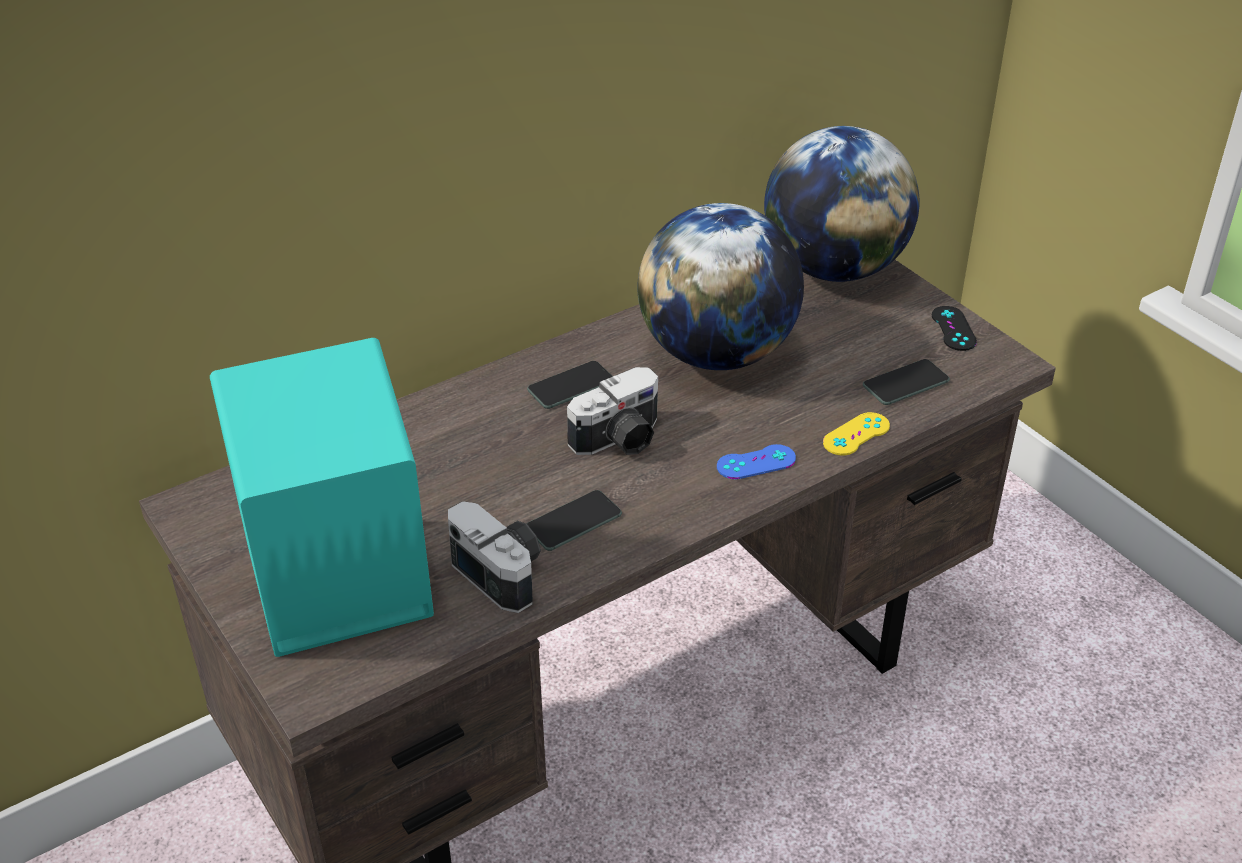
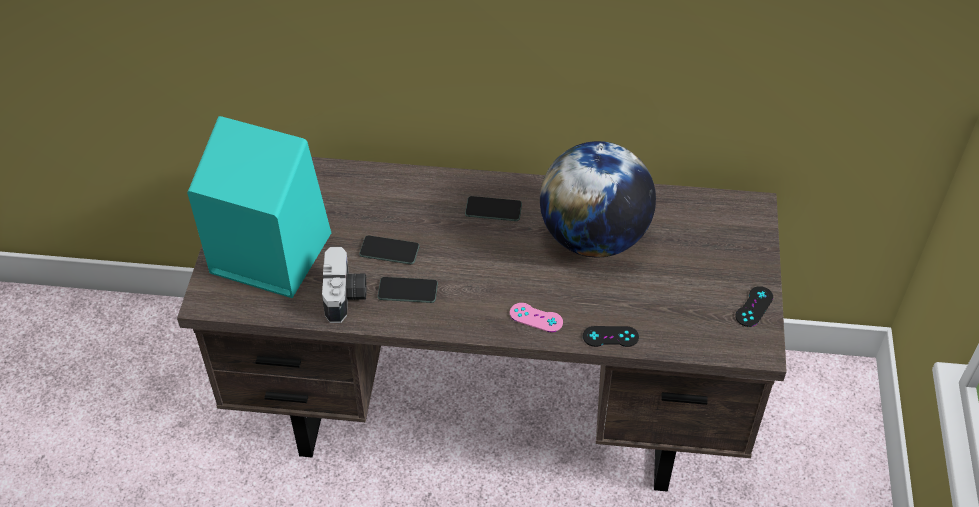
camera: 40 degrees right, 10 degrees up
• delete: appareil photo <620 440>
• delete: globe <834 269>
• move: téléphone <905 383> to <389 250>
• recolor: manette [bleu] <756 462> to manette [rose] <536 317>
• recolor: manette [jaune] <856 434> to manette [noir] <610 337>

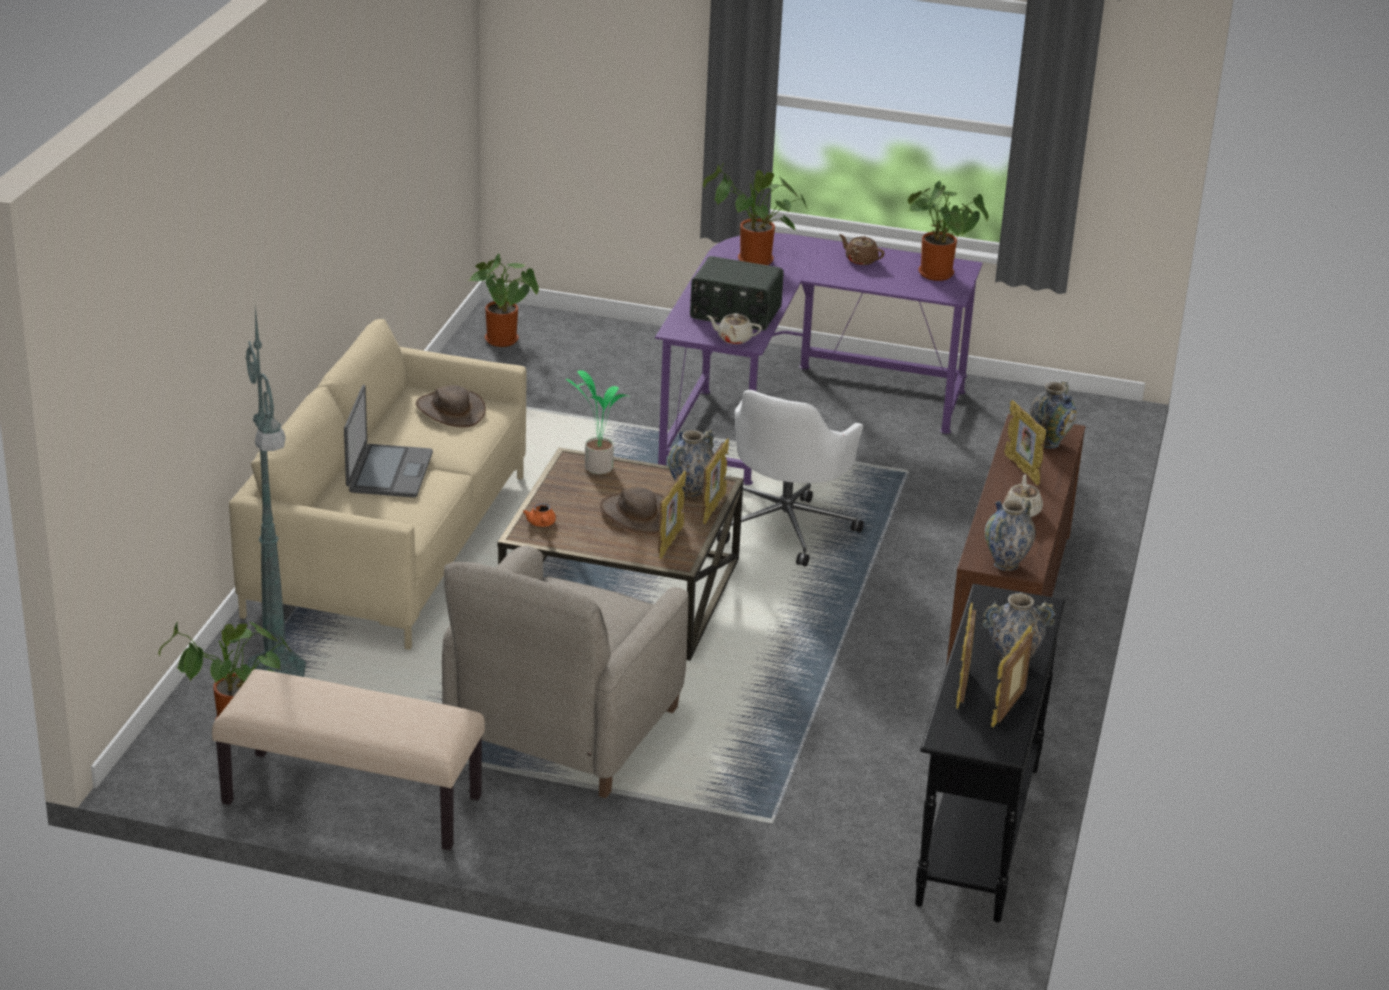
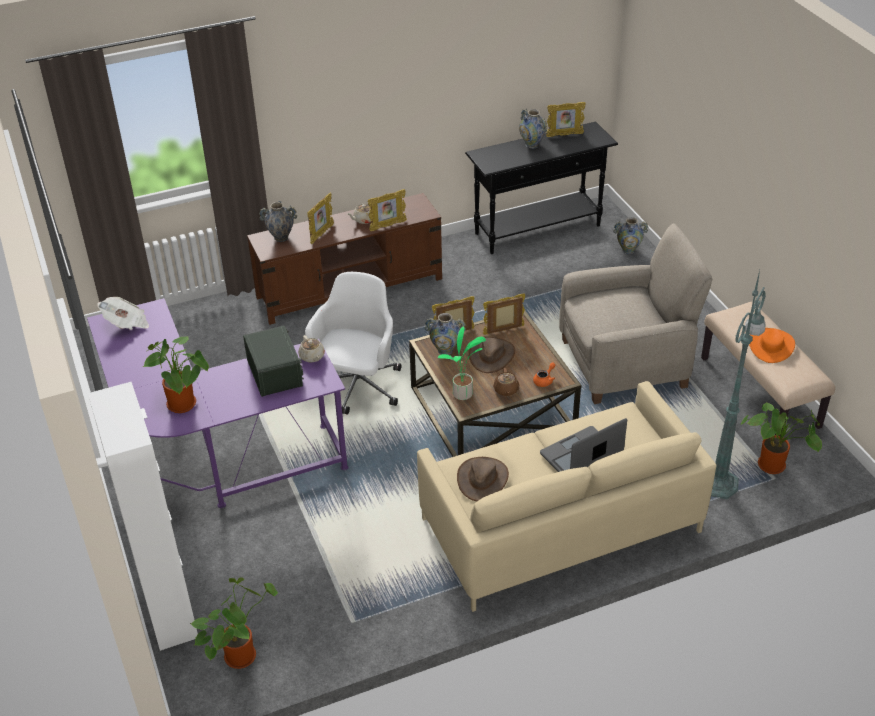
camera: 125 degrees left, 10 degrees up
• insert: meuble de rangement [blanc] <169 611>
• insert: chapeau [orange] <771 346>
• move: théière [marron] <860 260> to <506 390>
• move: cadre photo <962 687> to <387 226>
• move: vase <1006 564> to <628 250>
• replace: plante en pot <940 275> to journal <126 324>
• rotate: chaise de bureau [blanc] <787 527> = <357 388> 60 degrees counterclockwise

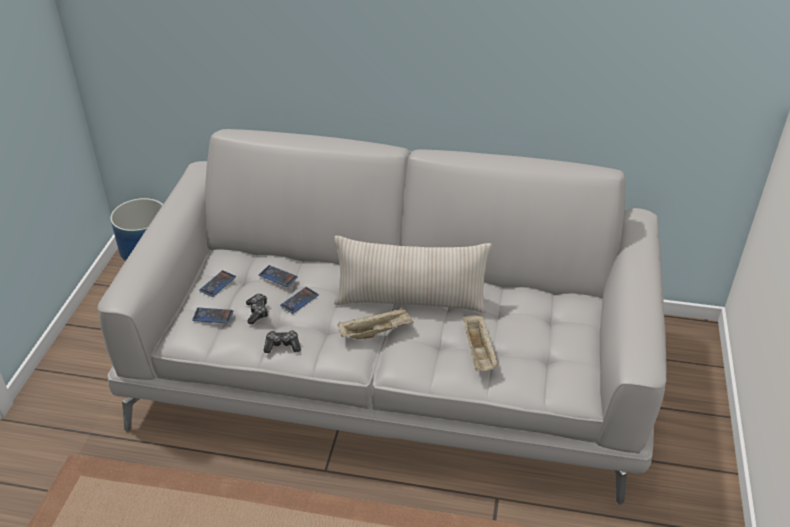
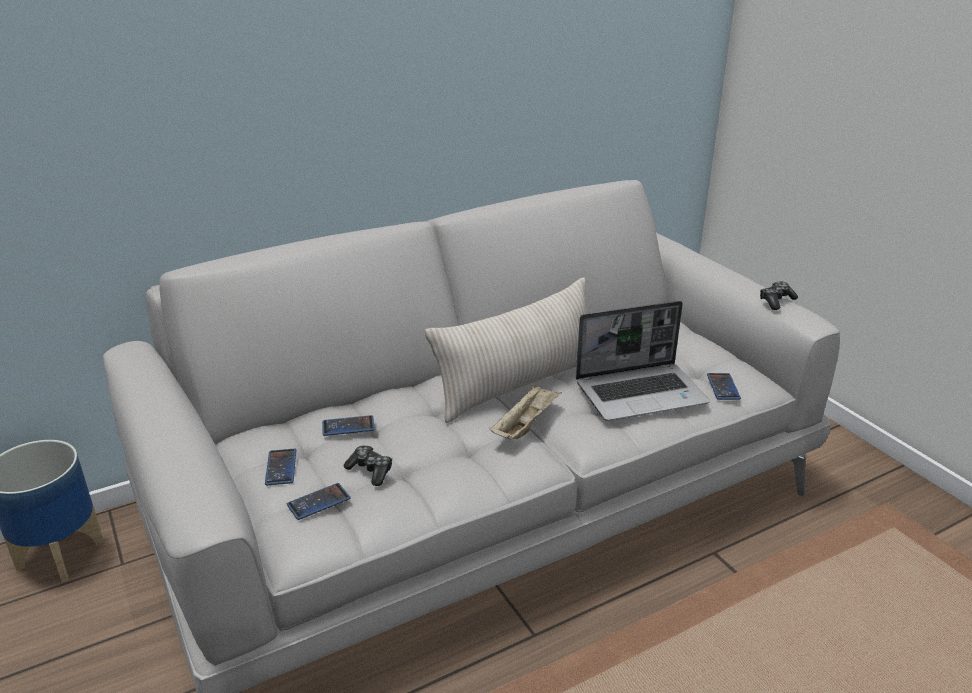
camera: 40 degrees left, 10 degrees down
• move: manette <282 346> to <776 301>
• move: téléphone <299 300> to <723 387>
• replace: plateau [beige] <479 352> to ordinateur portable <641 393>

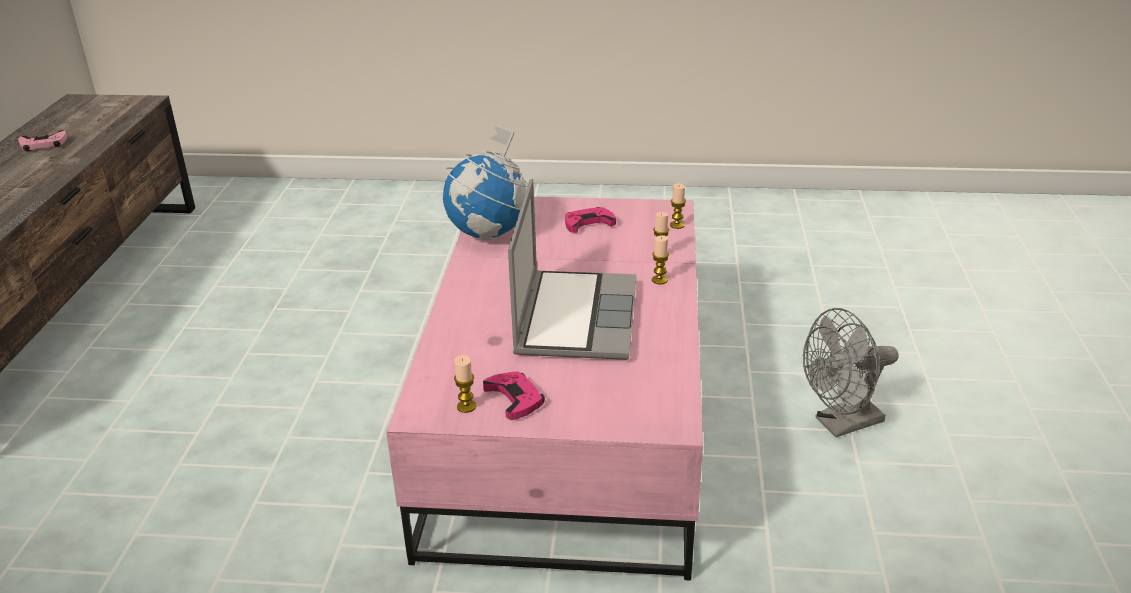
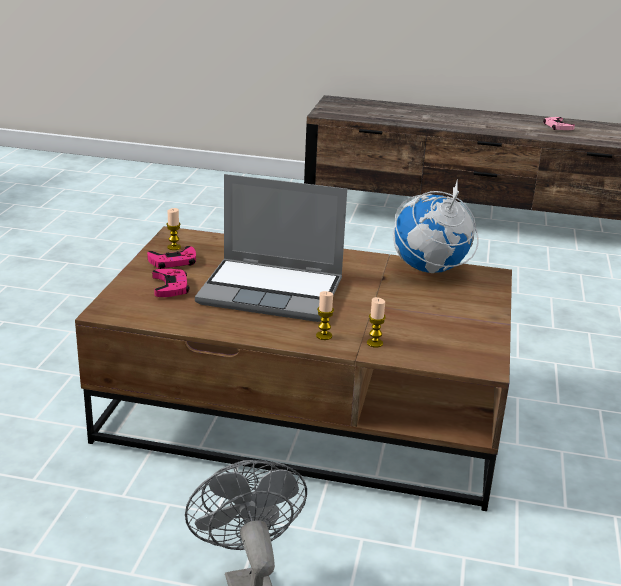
camera: 95 degrees right, 5 degrees down
• delete: bougie <677 225>
• move: manette [rose] <588 223> to <170 287>
• recolor: table basse [rose] <567 417> to table basse [marron] <308 410>

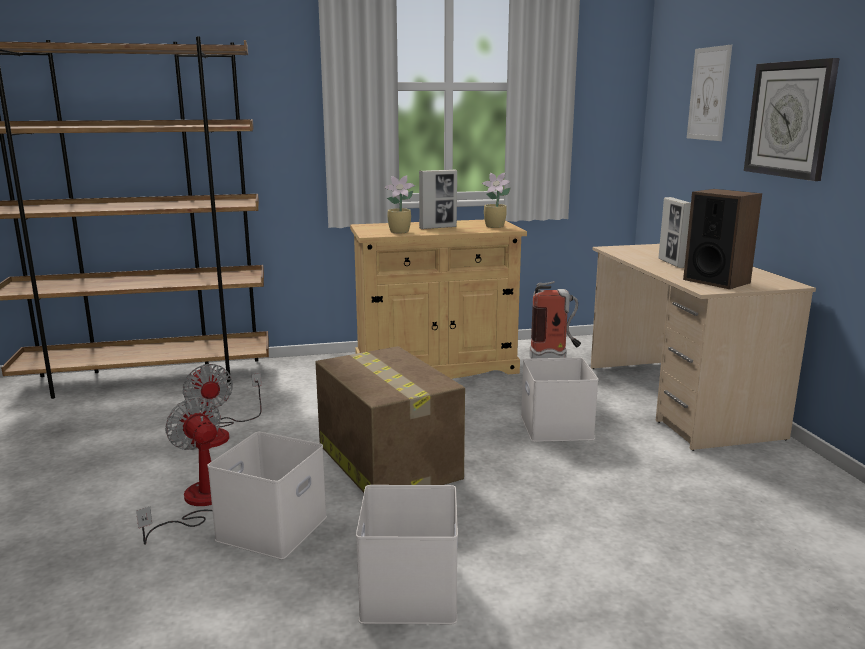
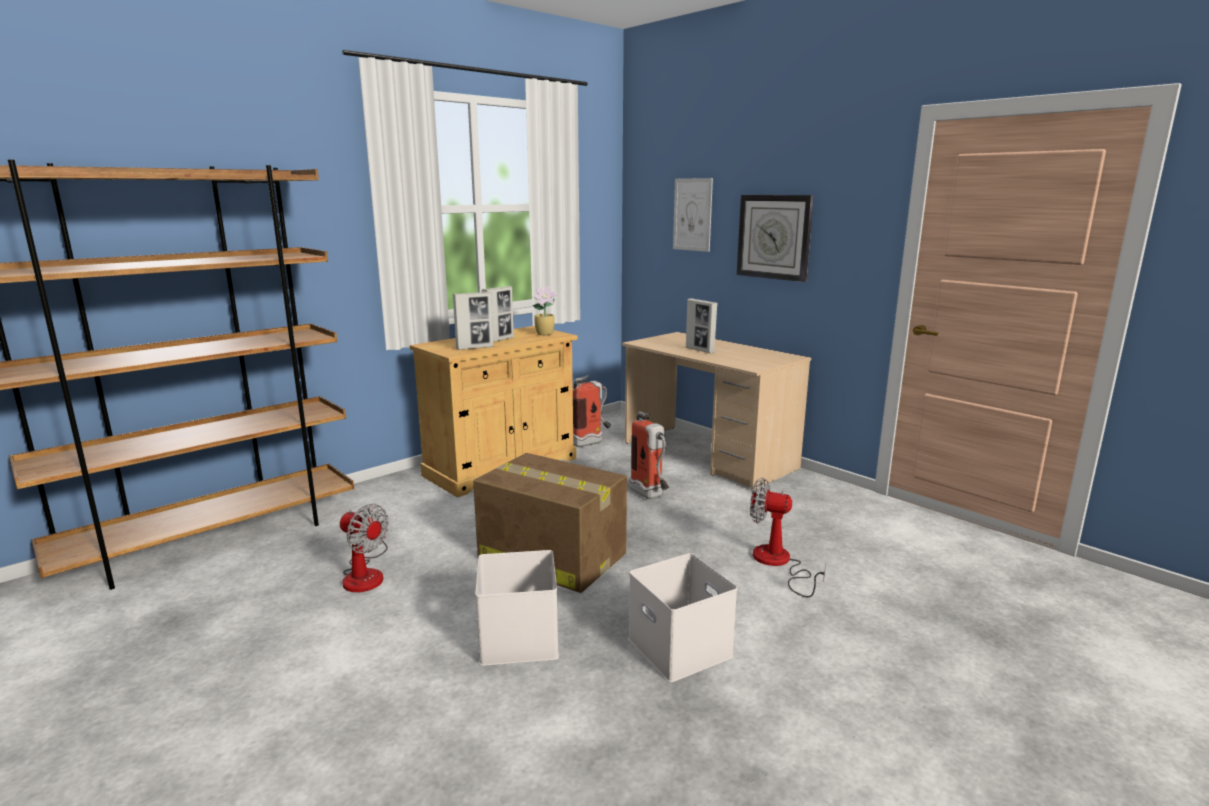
camera: 30 degrees left, 0 degrees up
• delete: enceinte <716 281>
• move: ventilateur <197 503> to <778 563>
• replace: plante en pot <400 232> to cadre photo <475 348>
• replace: boîte de rangement [blanc] <558 427> to extincteur <650 496>

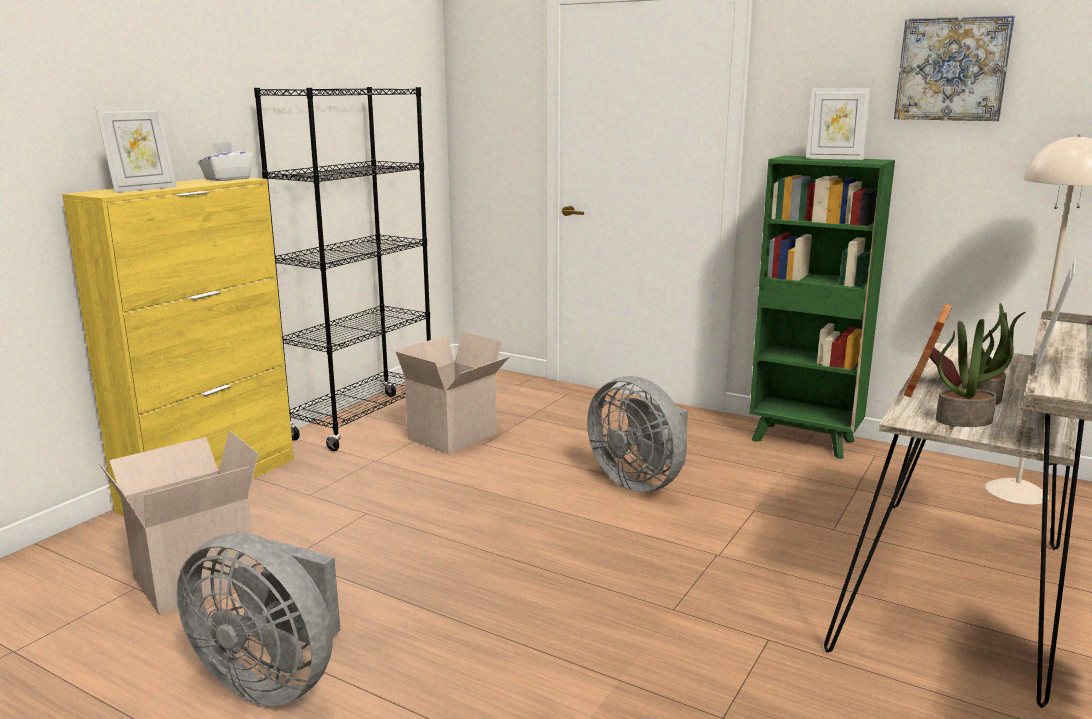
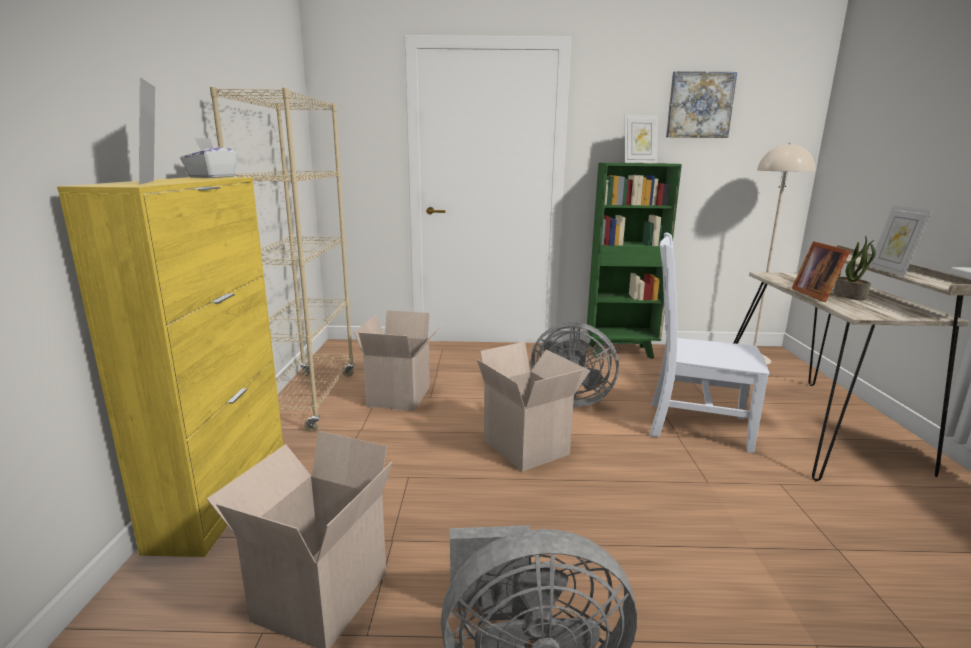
camera: 30 degrees left, 0 degrees up
• delete: plante en pot <964 420>
• insert: carton <528 447>
• insert: chaise [blanc] <693 425>
• recolor: bibliothèque [noir] <364 421> to bibliothèque [beige] <310 400>
• rotate: cadre photo <143 189> = <155 182> 150 degrees clockwise

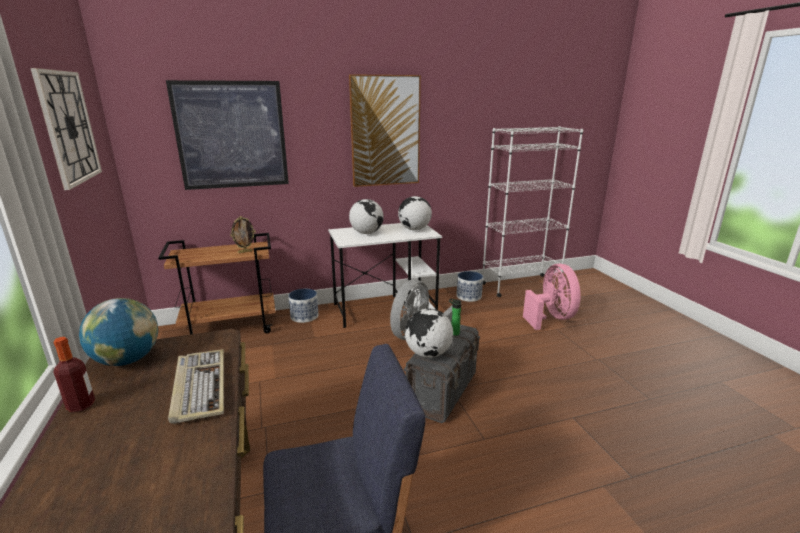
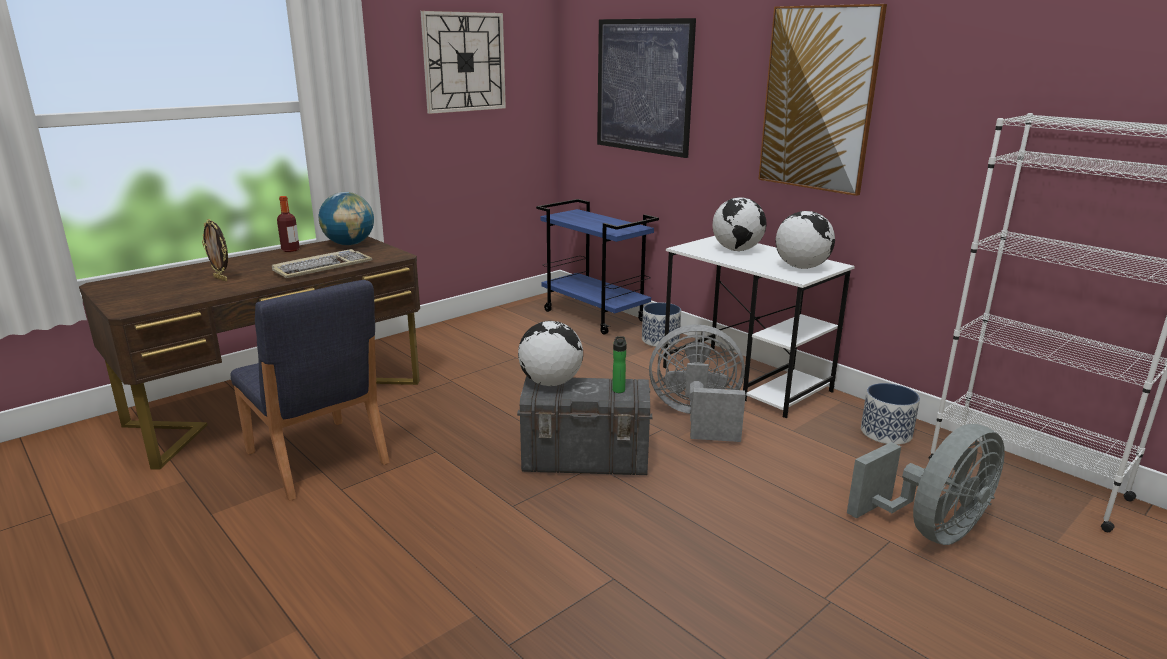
camera: 65 degrees right, 0 degrees up
• move: cadre photo <245 252> to <221 279>
• recolor: chariot [marron] <231 327> to chariot [bleu] <595 316>
• recolor: ventilateur [rose] <551 318> to ventilateur [gris] <930 530>

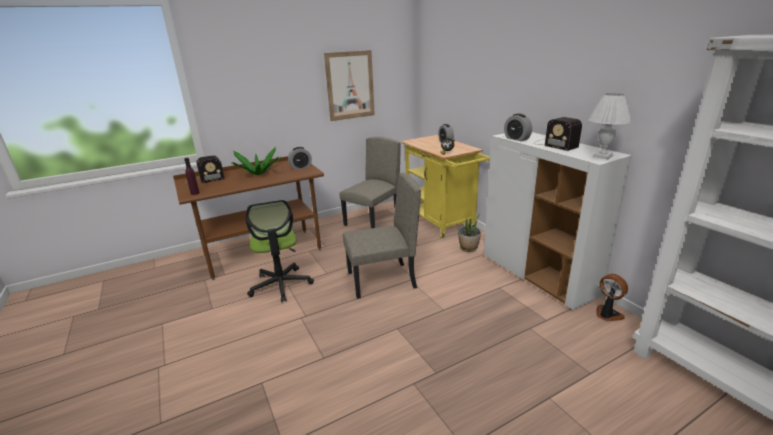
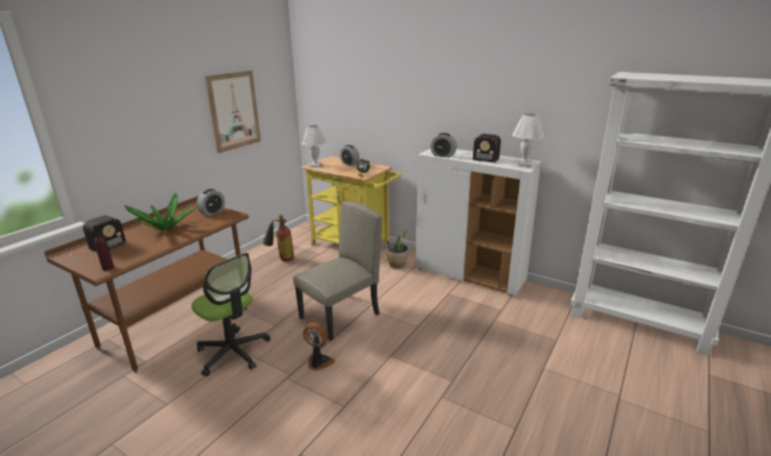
camera: 30 degrees left, 0 degrees up
• insert: lampe de table [blanc] <316 165>
• move: ventilateur <607 315> to <319 362>
• replace: chaise [beige] <372 221> to extincteur <281 259>

